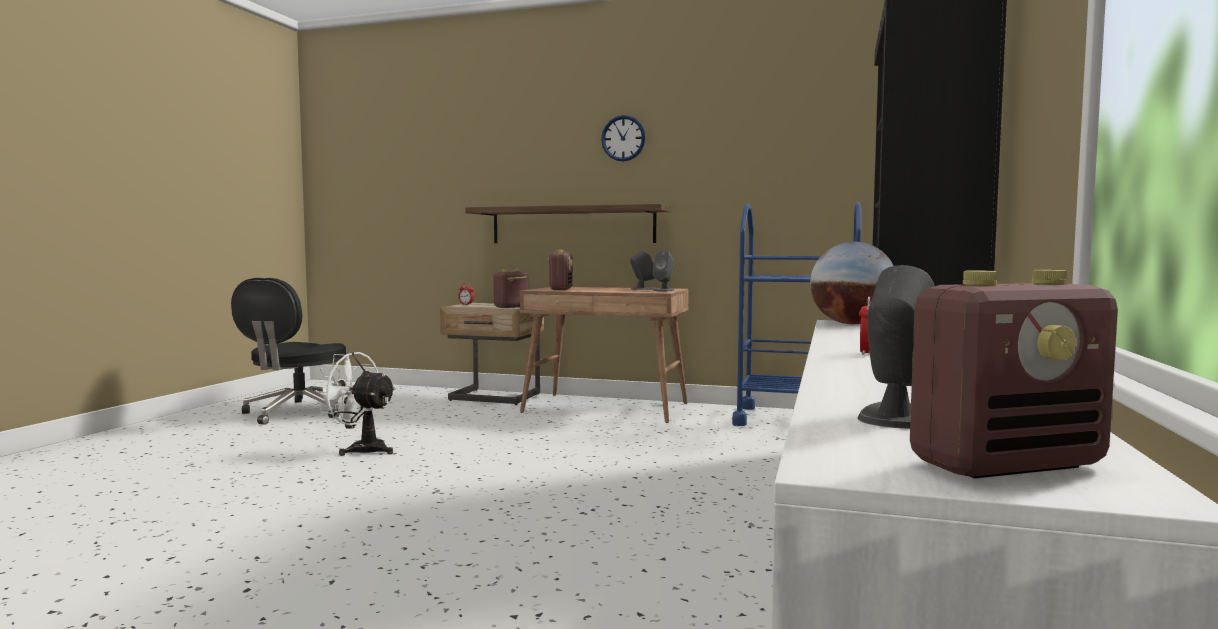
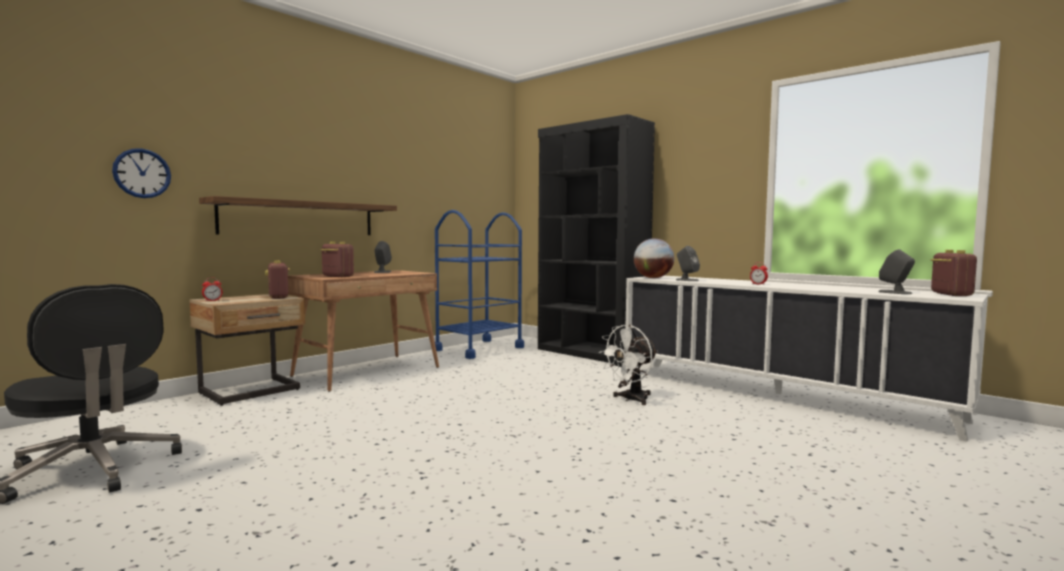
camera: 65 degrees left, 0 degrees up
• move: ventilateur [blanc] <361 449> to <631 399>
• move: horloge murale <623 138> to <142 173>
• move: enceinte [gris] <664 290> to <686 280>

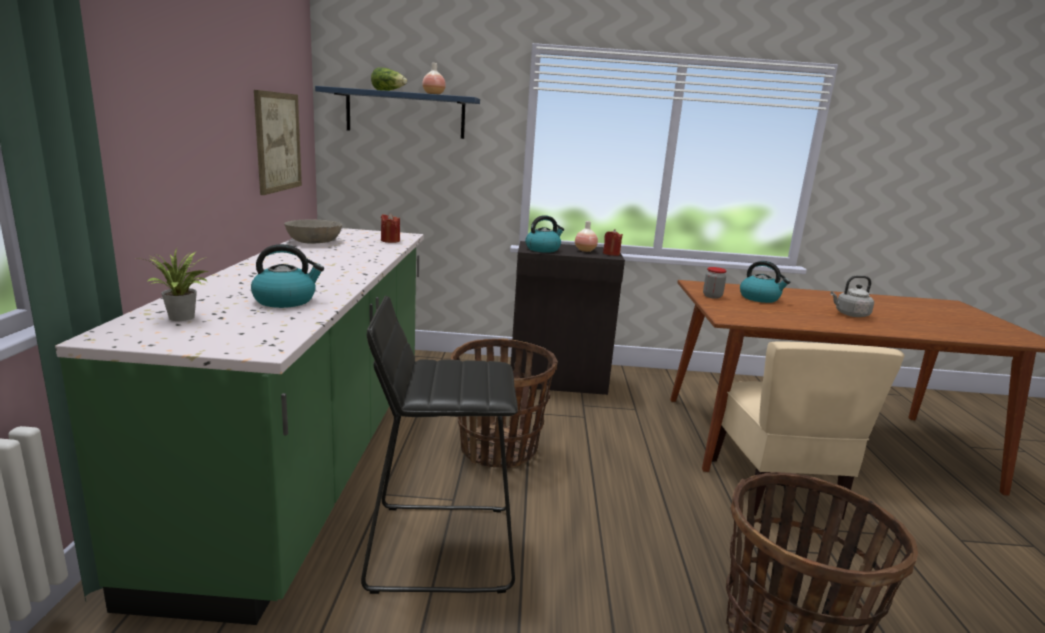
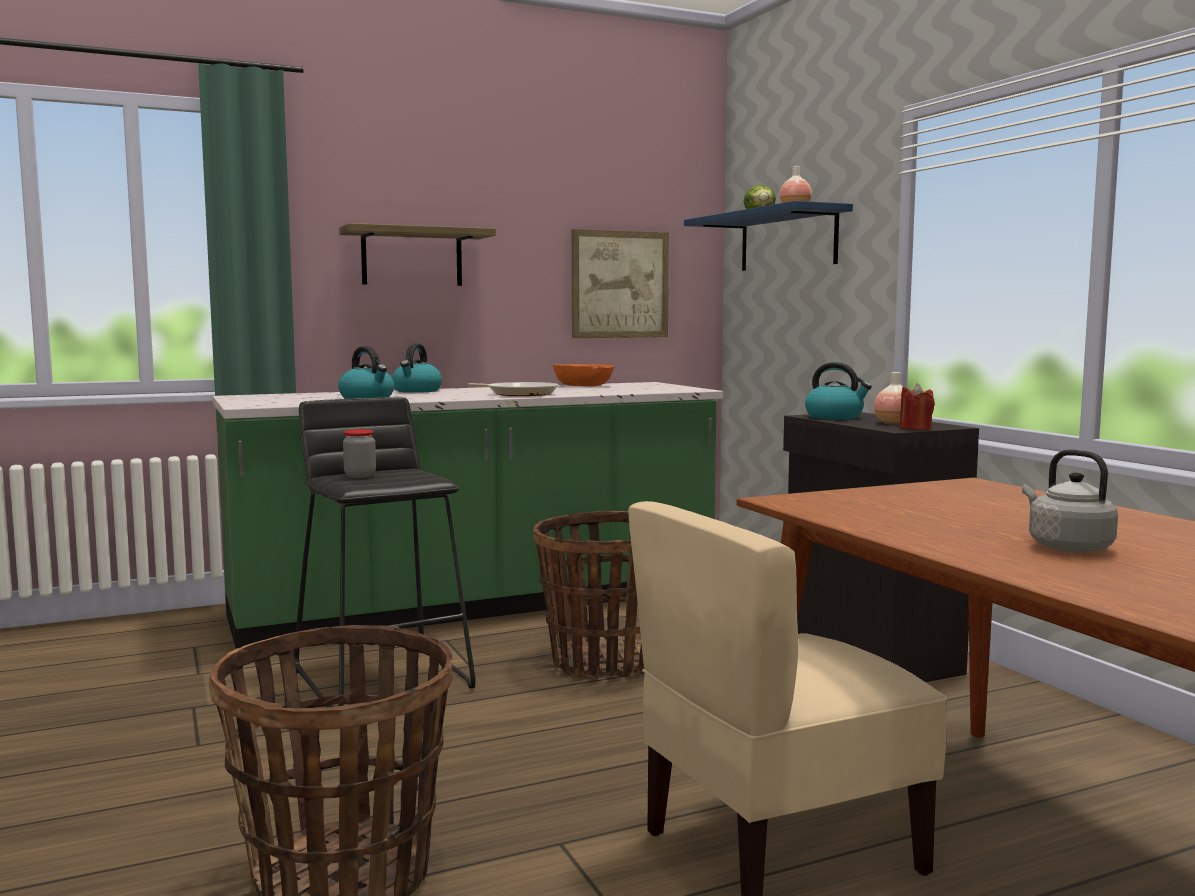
camera: 65 degrees right, 10 degrees down
• delete: plante en pot <182 318>
• delete: bougie [rouge] <390 241>
• insert: étagère <412 257>
• insert: poêle <519 393>
• move: bocal <712 296> to <360 475>
• move: bouilloire <760 298> to <417 391>
• recolor: bol [gris] <314 241> to bol [orange] <583 386>

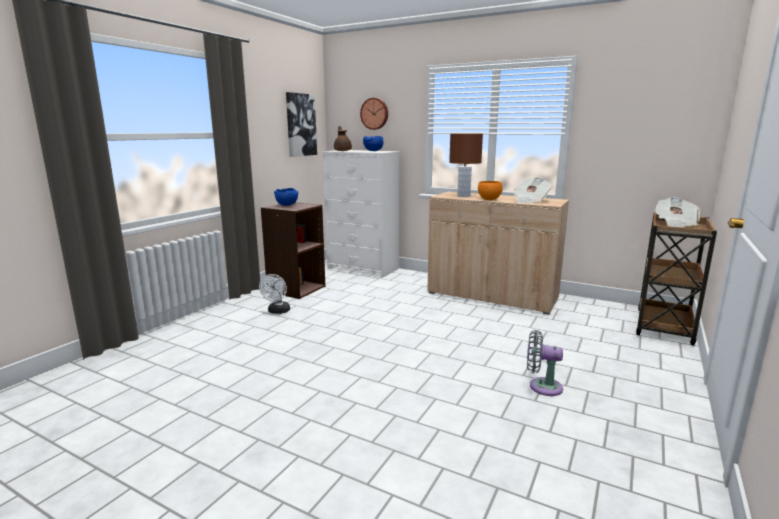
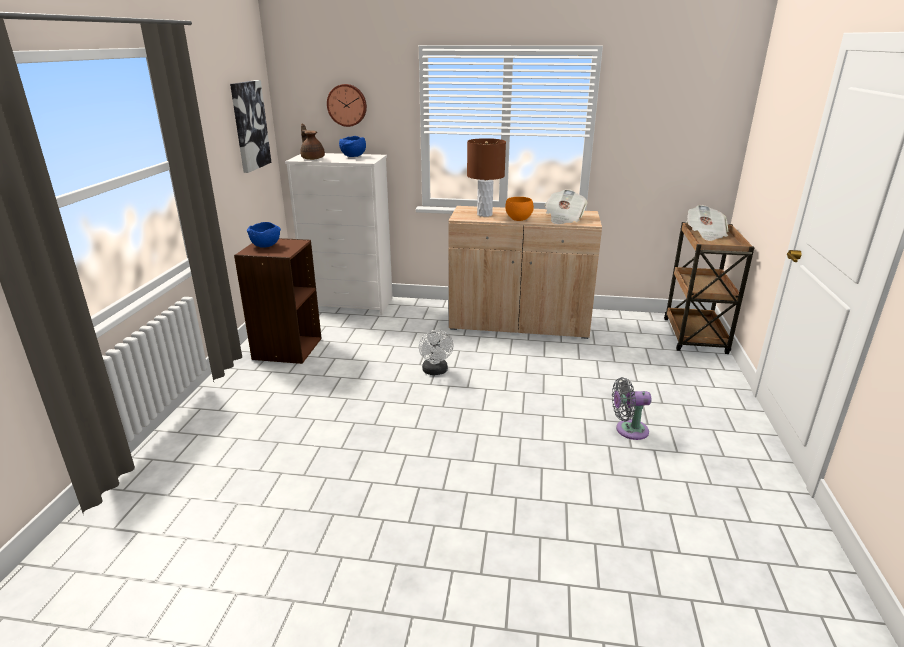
camera: 20 degrees left, 10 degrees up
• move: ventilateur [blanc] <277 312> to <435 371>

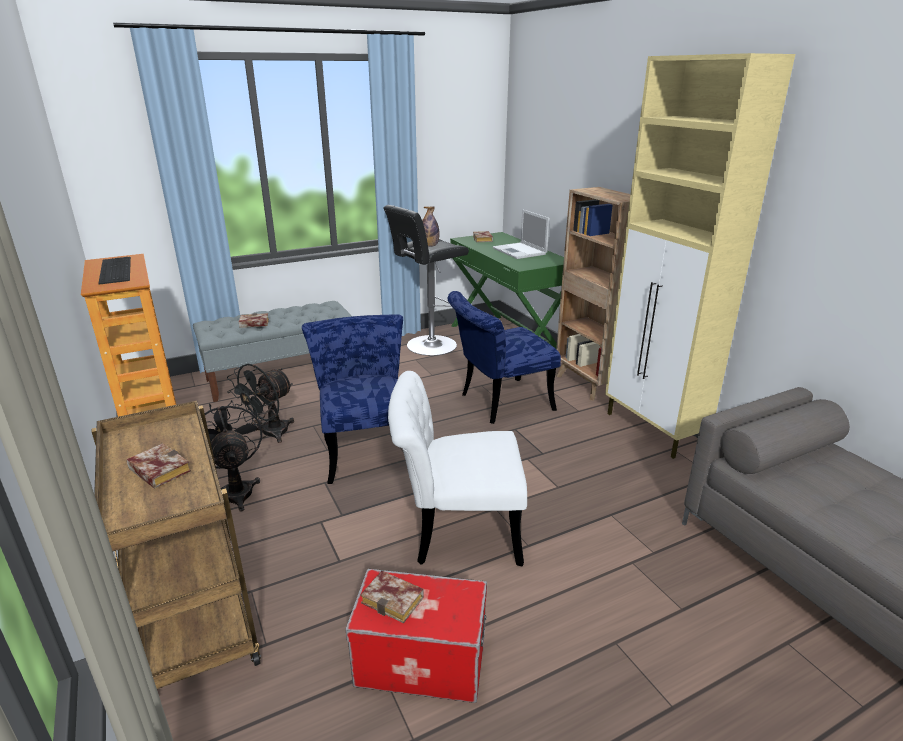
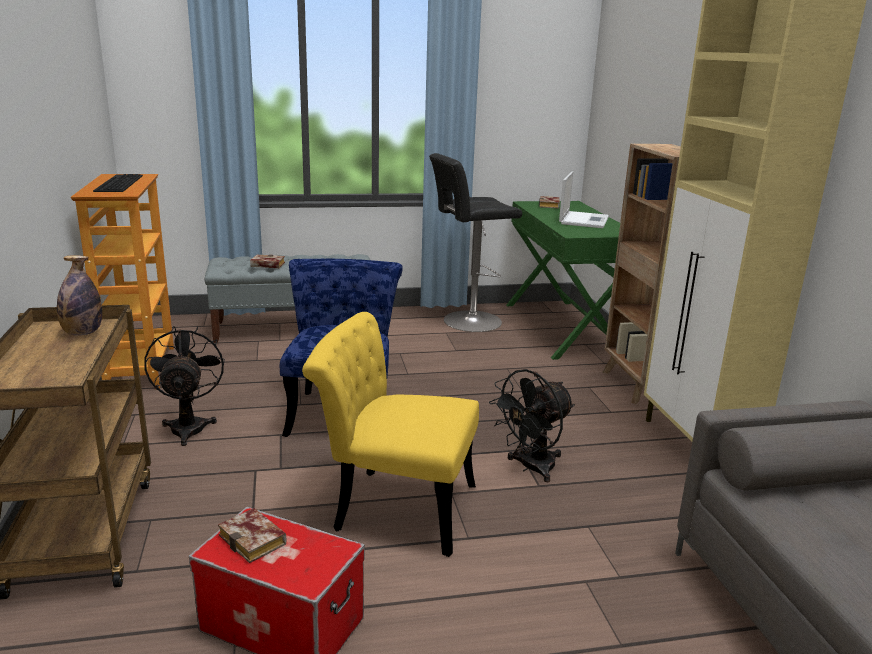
camera: 15 degrees right, 5 degrees down
• delete: livre <157 471>
• delete: chaise [bleu] <499 403>
• move: ventilateur [noir] <269 434> to <530 468>
• move: bouteille <429 246> to <82 333>
• recolor: chaise [blanc] <455 531> to chaise [jaune] <393 506>
• rotate: ordinateur portable <520 251> = <584 220> 150 degrees counterclockwise

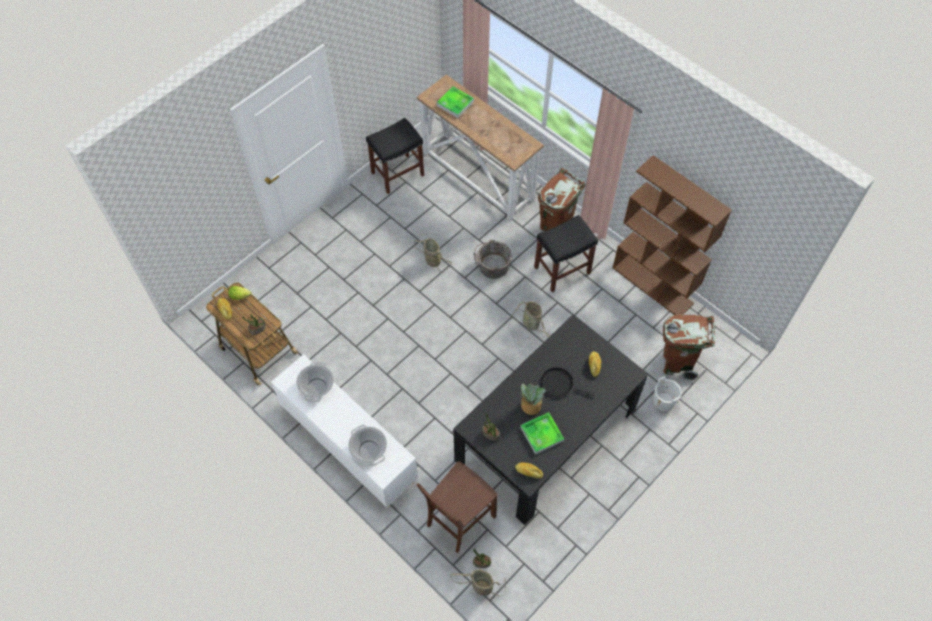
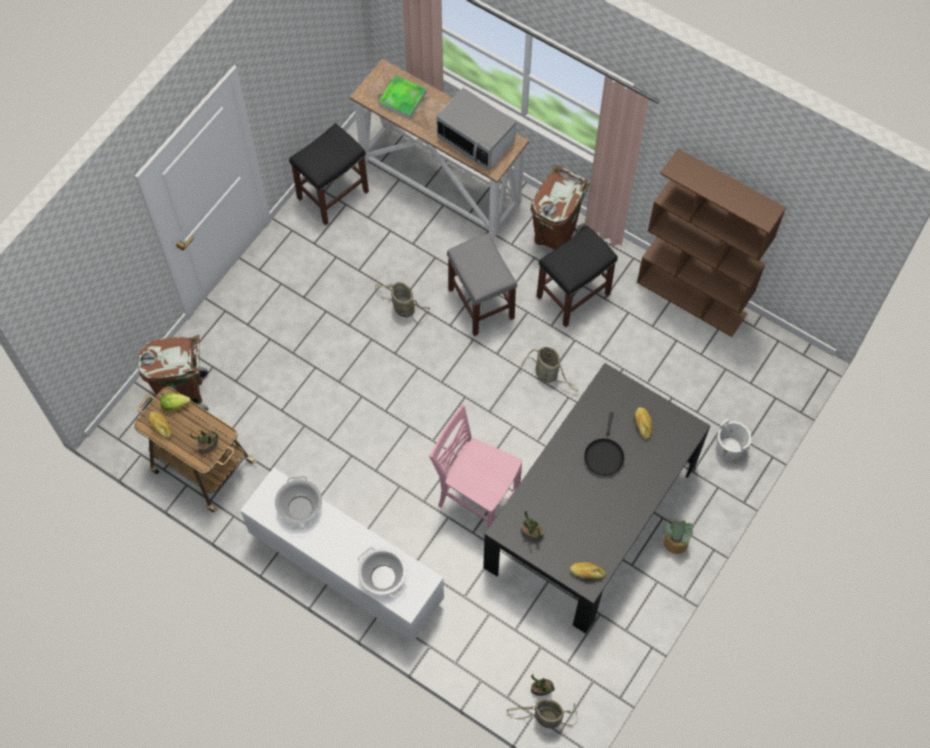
camera: 10 degrees left, 5 degrees up
• delete: chaise [marron] <459 521>
• delete: plateau <541 434>
• insert: chaise [rose] <476 500>
• insert: micro-ondes <476 140>
• move: plante en pot <530 405> to <675 542>
• move: poubelle [marron] <677 362> to <185 394>
• replace: seau [gris] <492 266> to tabouret [gris] <482 304>
• rotate: poêle [noir] <559 384> = <604 455> 90 degrees counterclockwise

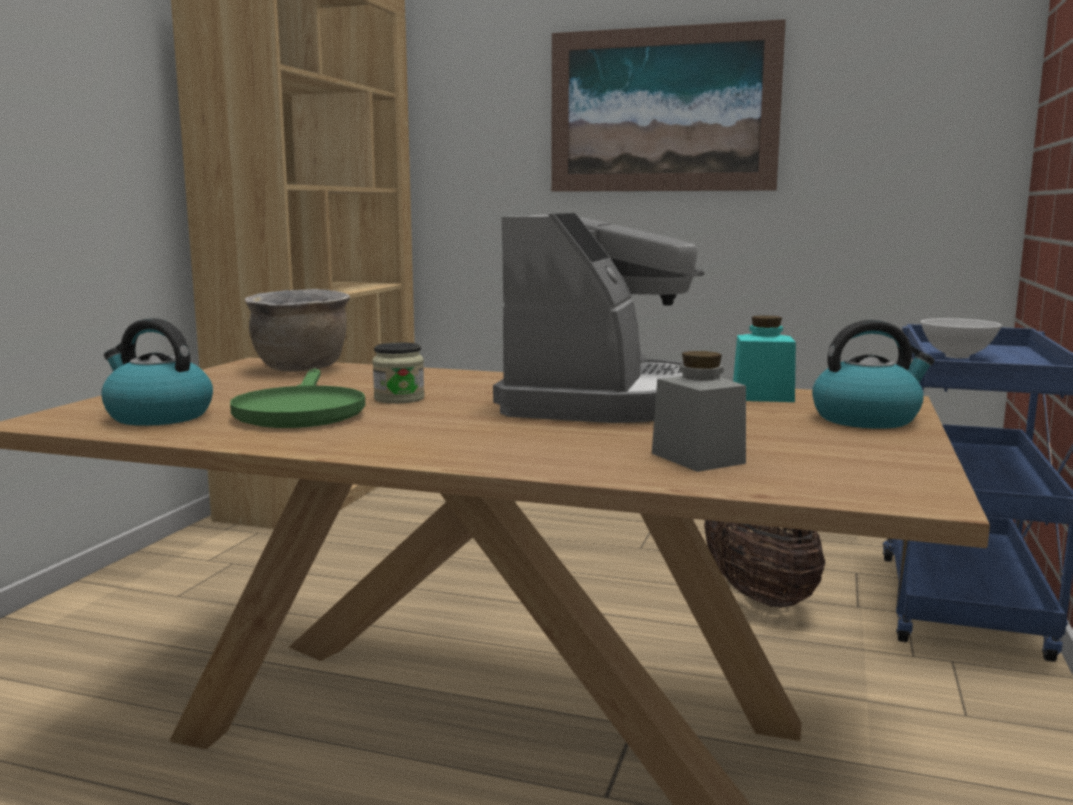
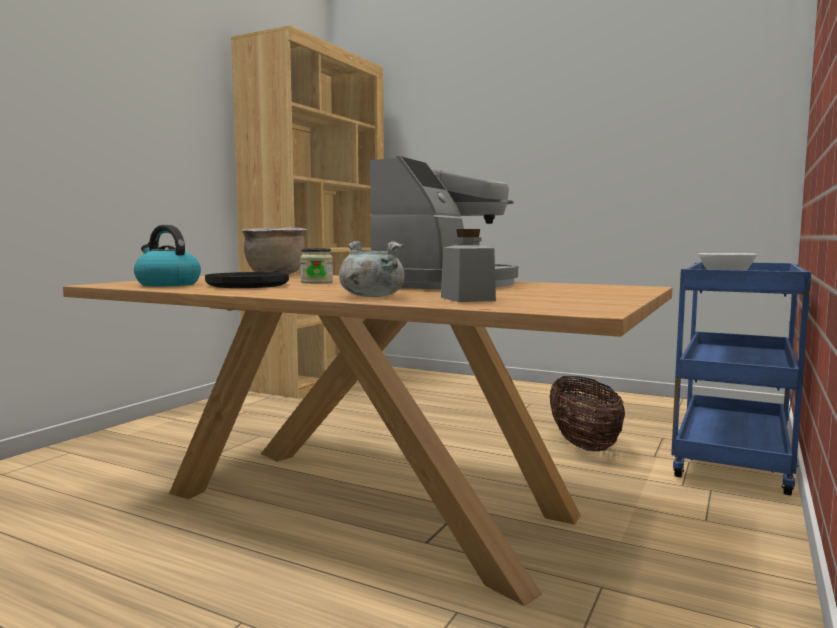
camera: 10 degrees right, 5 degrees down
• delete: tableau <662 110>
• delete: bocal [turquoise] <762 396>
• delete: bouilloire <867 419>
• insert: marmite [gris] <371 296>
• recolor: poêle [vert] <300 411> to poêle [noir] <251 284>

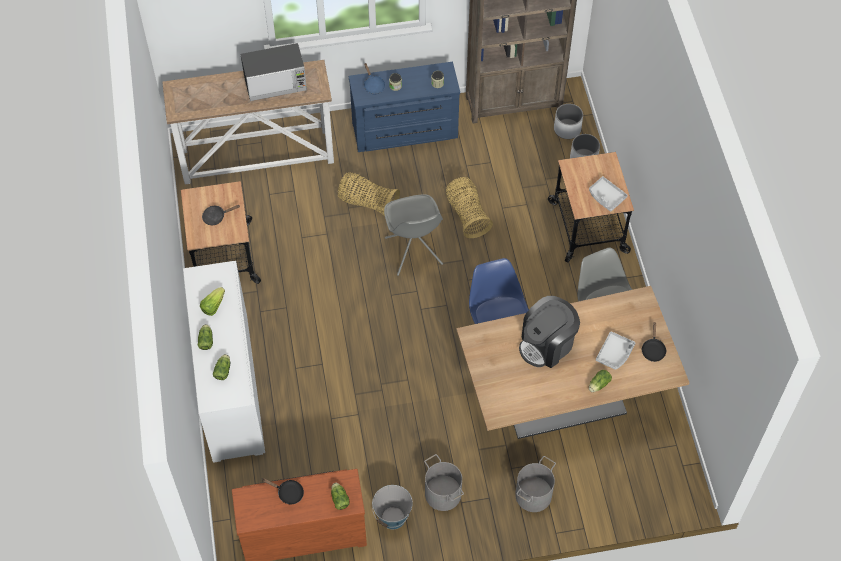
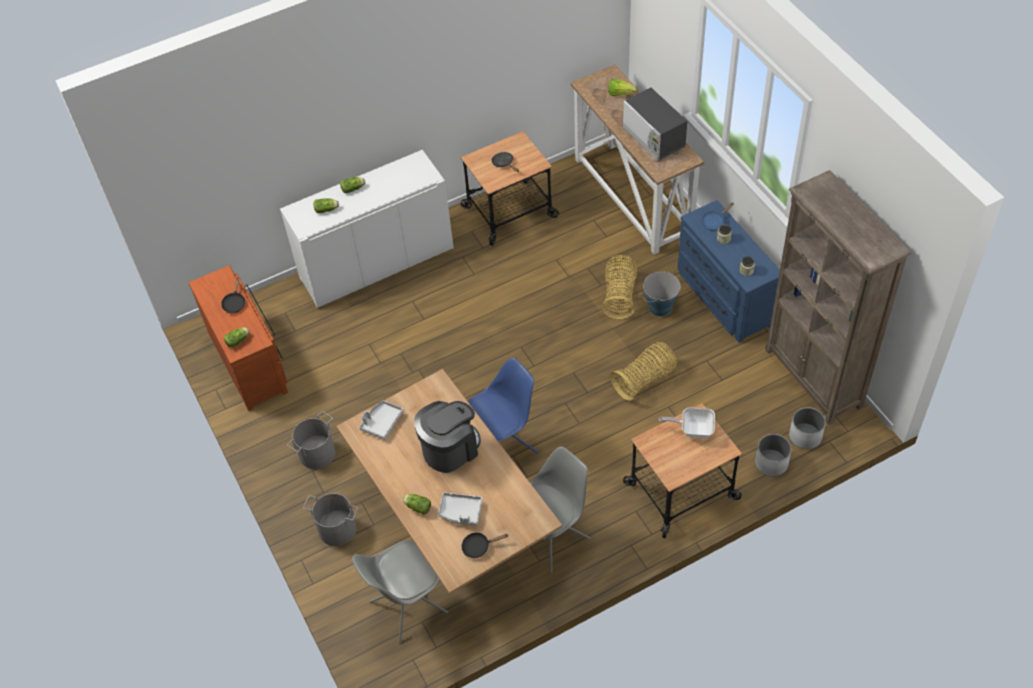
camera: 75 degrees right, 5 degrees down
• insert: poêle <693 429>
• move: laitue <213 306> to <620 93>
• move: seau <393 518> to <660 307>
• move: chaise [gris] <413 252> to <407 608>
• move: plateau [gris] <606 197> to <381 422>
• rotate: machine à café <547 344> = <450 449> 105 degrees clockwise

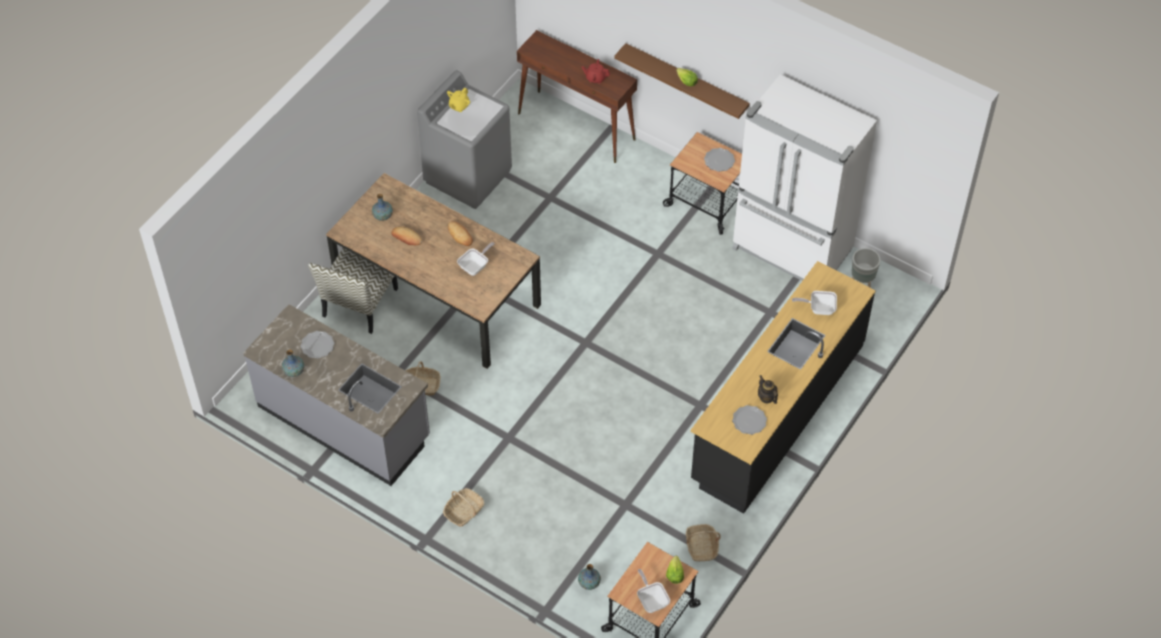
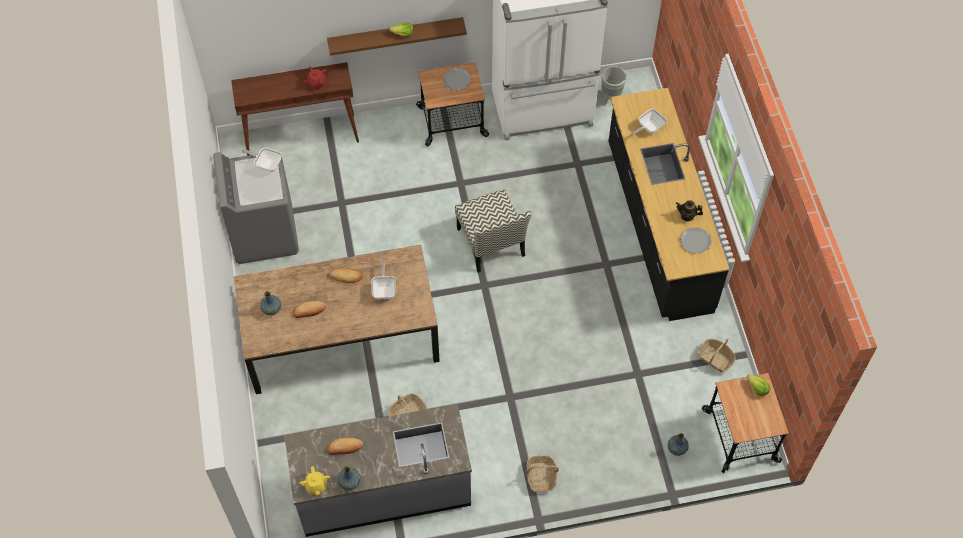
camera: 45 degrees left, 5 degrees up
• move: chaise <359 303> to <491 243>
• move: théière [jaune] <459 106> to <316 486>
• move: poêle <651 600> to <267 164>
• replace: assiette <317 346> to pain <344 447>

